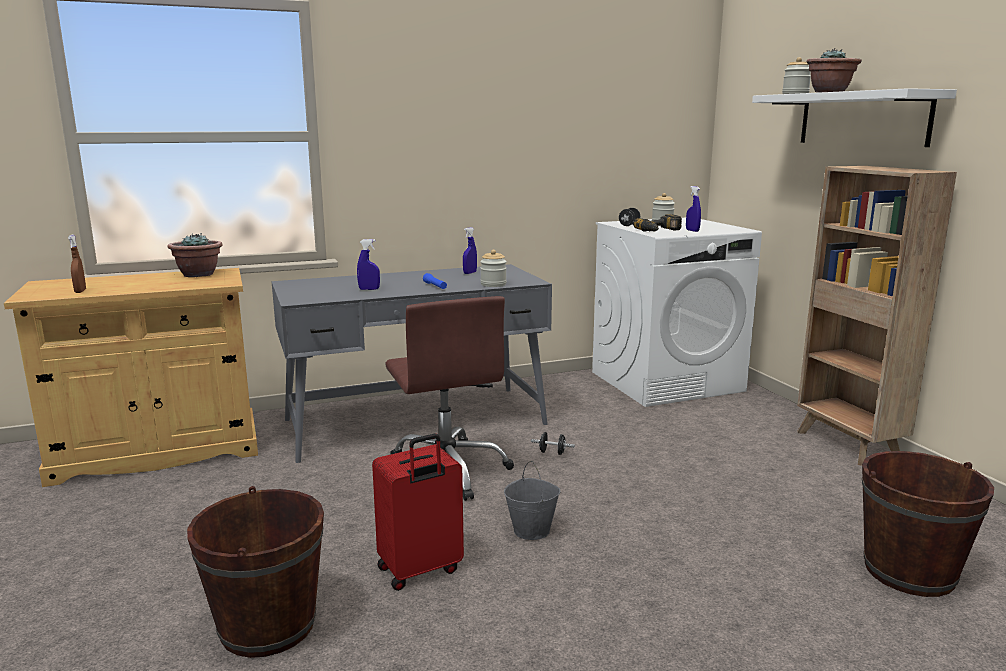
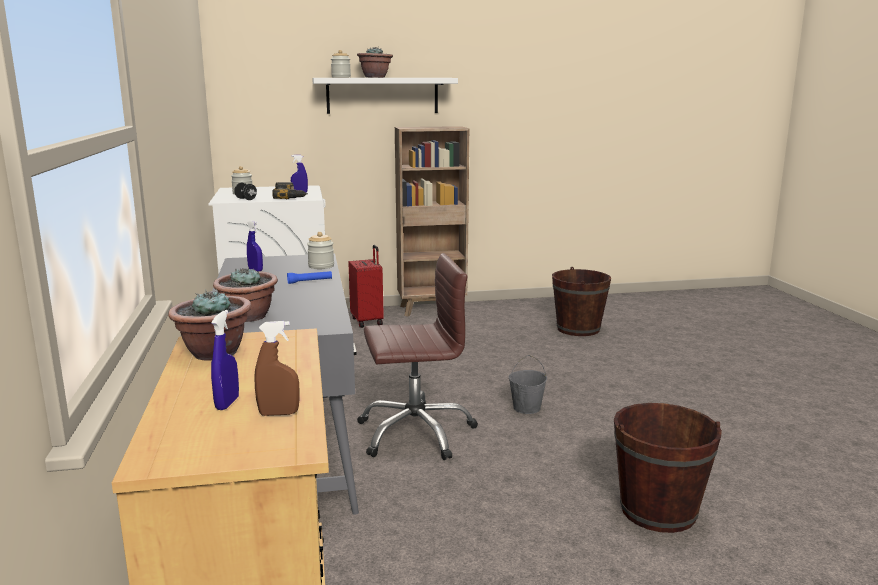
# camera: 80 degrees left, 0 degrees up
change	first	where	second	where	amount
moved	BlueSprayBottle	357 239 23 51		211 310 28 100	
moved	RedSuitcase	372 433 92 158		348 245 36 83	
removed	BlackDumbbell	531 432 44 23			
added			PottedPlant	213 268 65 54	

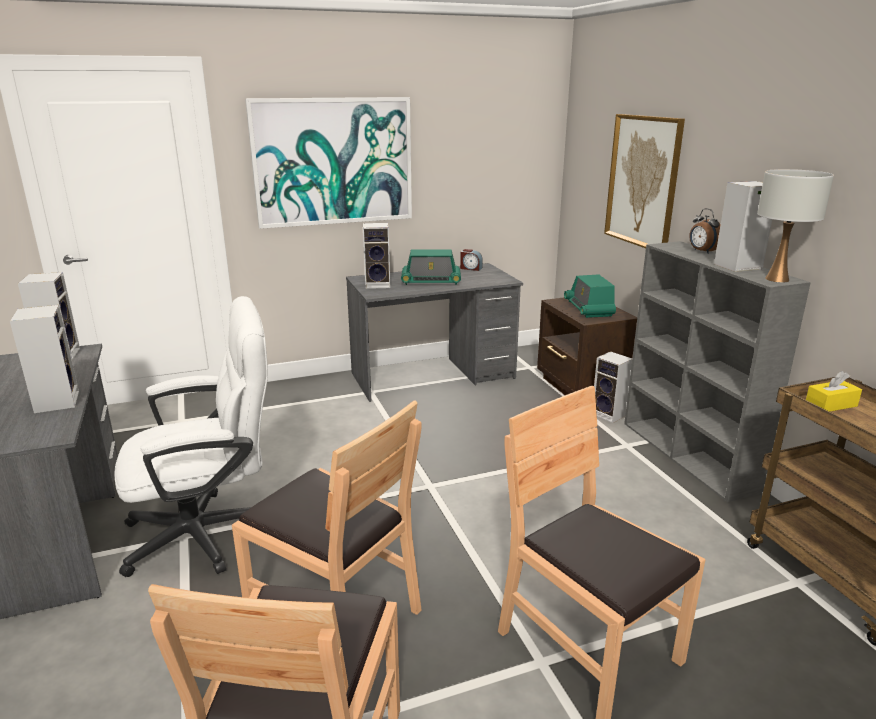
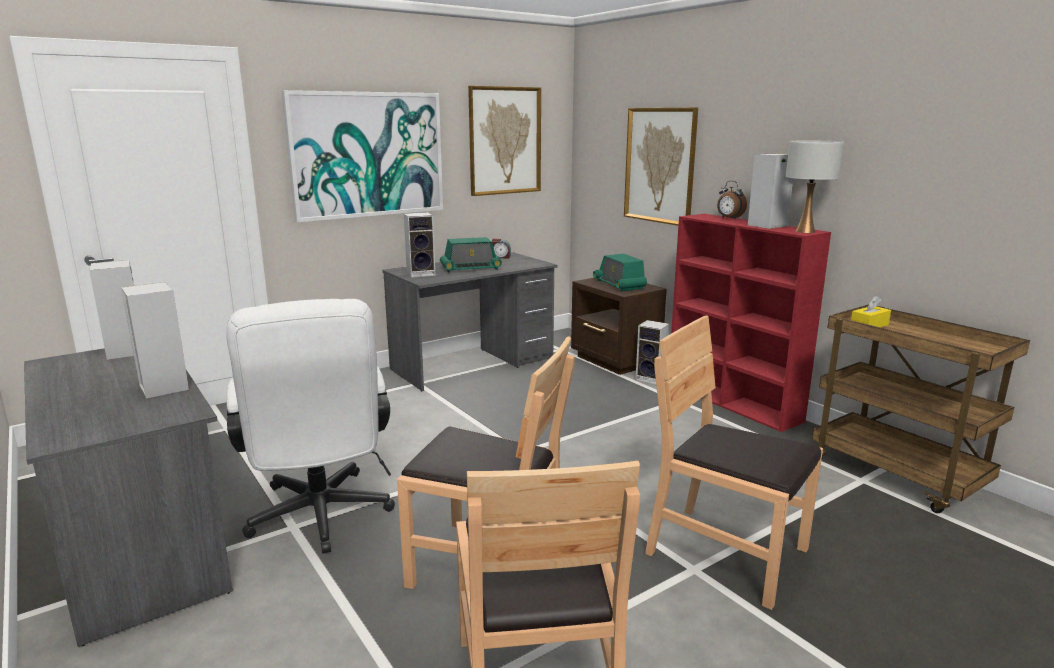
# camera: 15 degrees left, 5 degrees down
change	first	where	second	where	amount
turned	WhiteOfficeChair	115 296 153 281		226 299 169 254	105 degrees clockwise
recoloured	GreyBookcase	624 241 187 261	RedBookcase	671 214 160 218	
added			Picture	468 86 73 110	

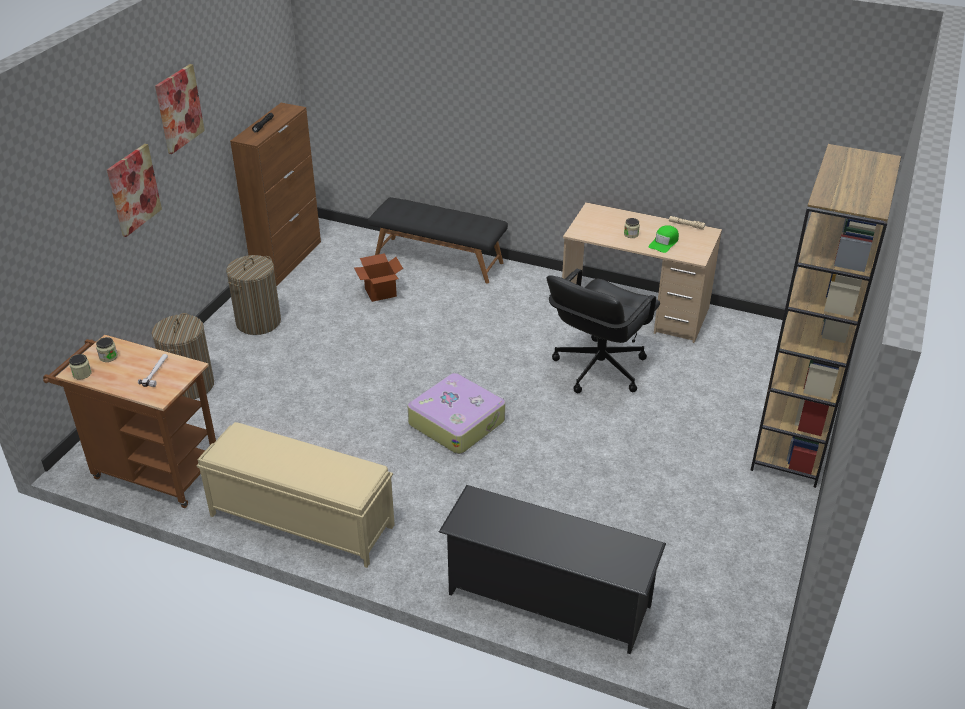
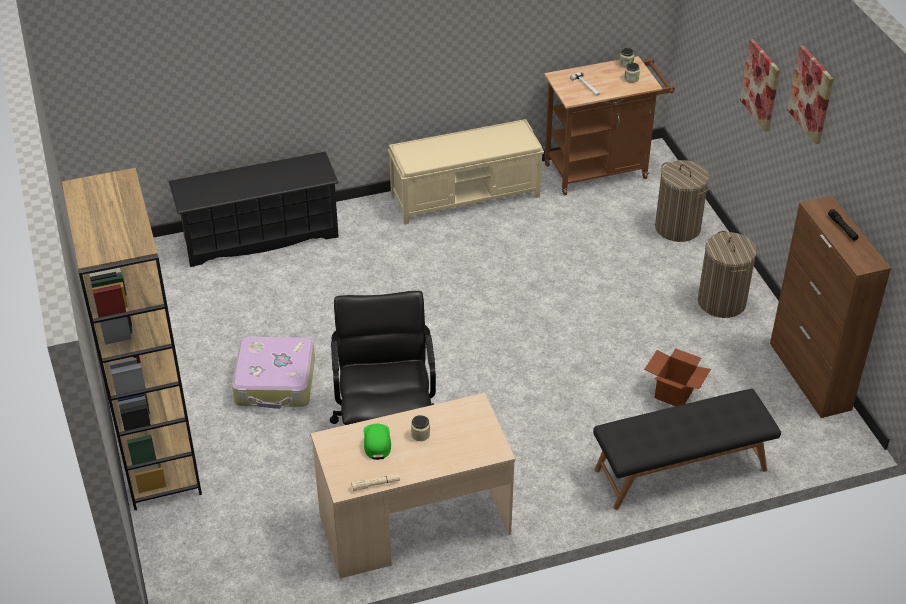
# camera: 140 degrees right, 5 degrees up
change	first	where	second	where	amount
moved	Suitcase	408 373 97 81		232 337 83 72	

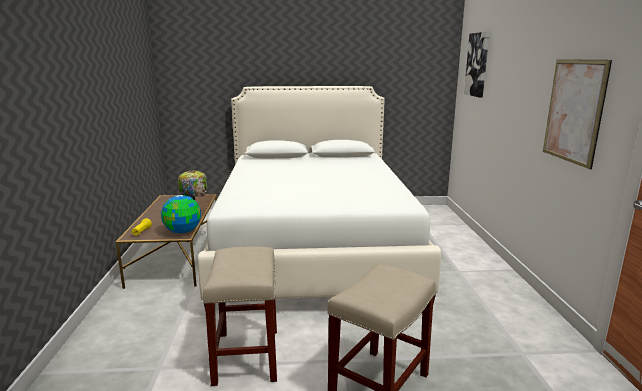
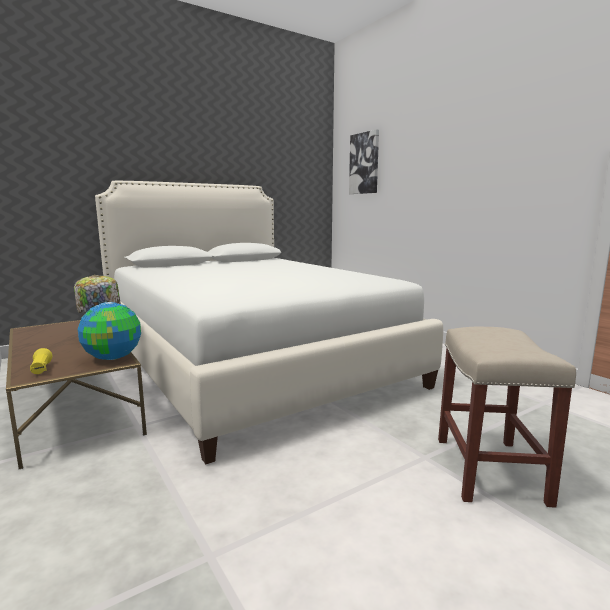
# camera: 30 degrees left, 5 degrees down
change	first	where	second	where	amount
removed	BeigeStool	203 246 74 140			
removed	Picture	543 59 69 111			

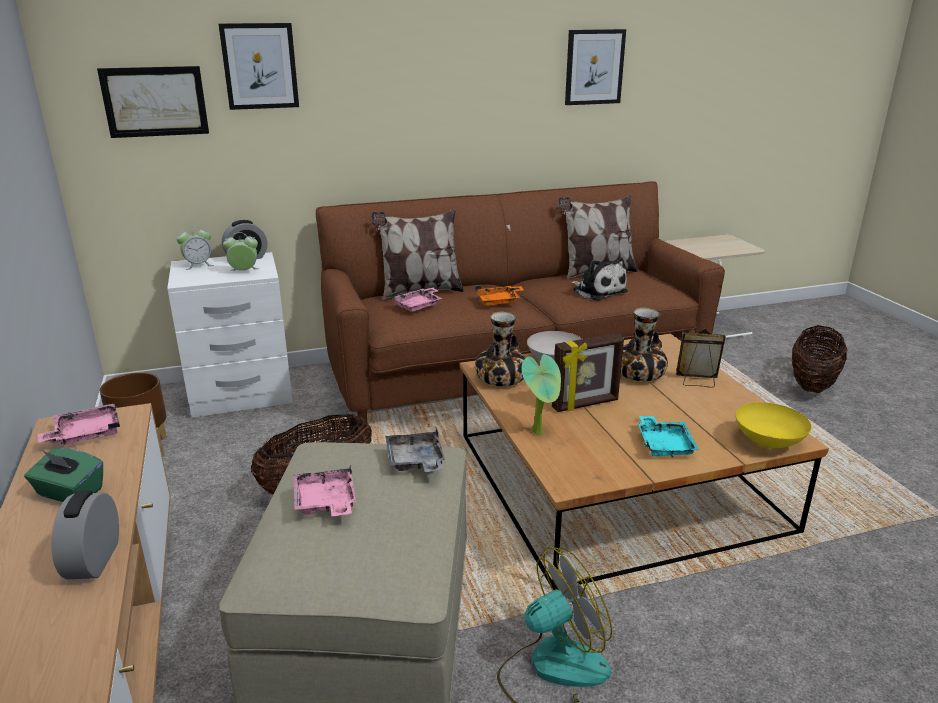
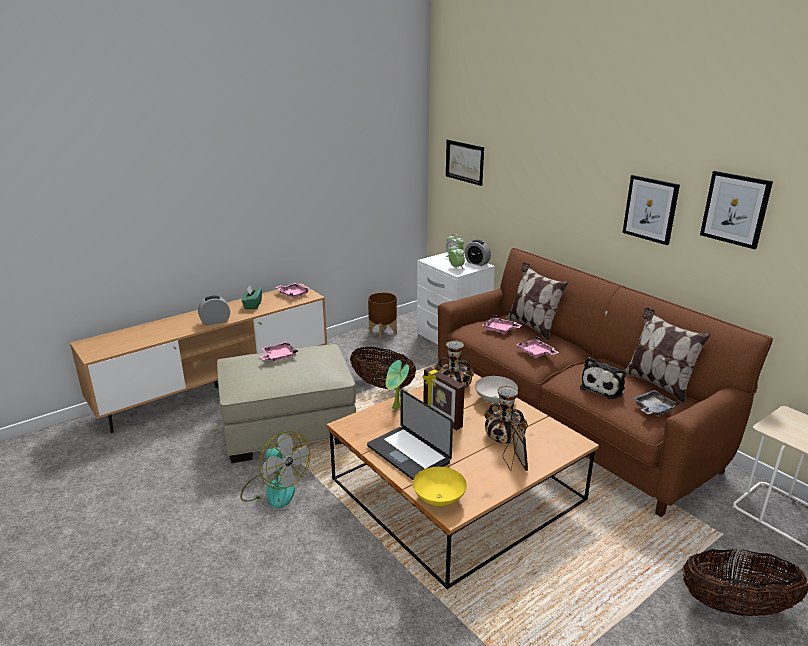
# camera: 70 degrees right, 0 degrees up
change	first	where	second	where	amount
moved	Picture	219 23 80 87		622 175 58 70	
moved	GreyTray	385 428 60 44		633 390 47 26	
recoloured	OrangeTray	475 285 49 21	PinkTray	516 336 43 22	
replaced	TurquoiseTray	638 416 61 41	Laptop	367 389 86 91	

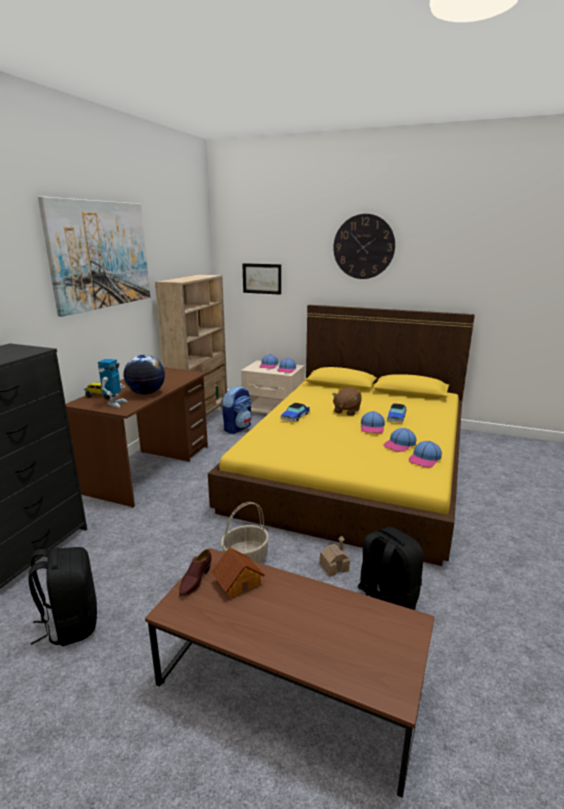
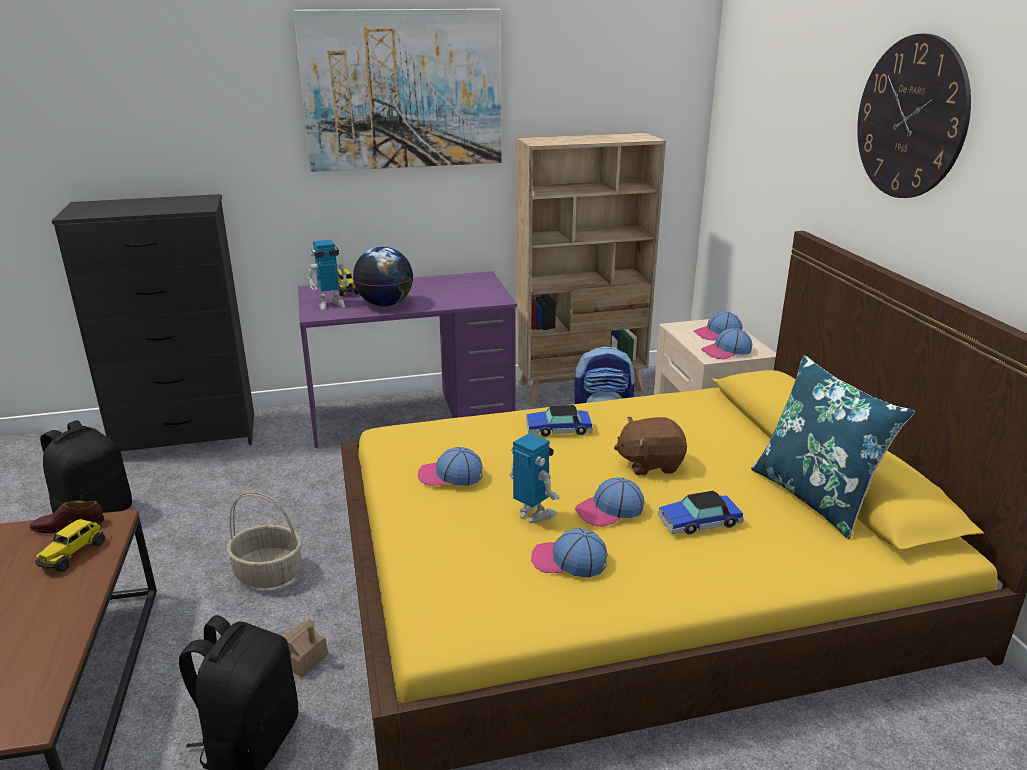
# camera: 55 degrees right, 5 degrees up
change	first	where	second	where	amount
recoloured	BrownDesk	66 367 142 141	PurpleDesk	298 271 219 177	
replaced	ToyHouse	211 547 54 52	ToyTruck	35 519 70 53	
removed	Picture	242 263 39 32			
moved	Cap	409 441 33 27		418 447 65 39	
added			ToyRobot	509 433 51 90	
added			BluePillow	751 355 164 184	

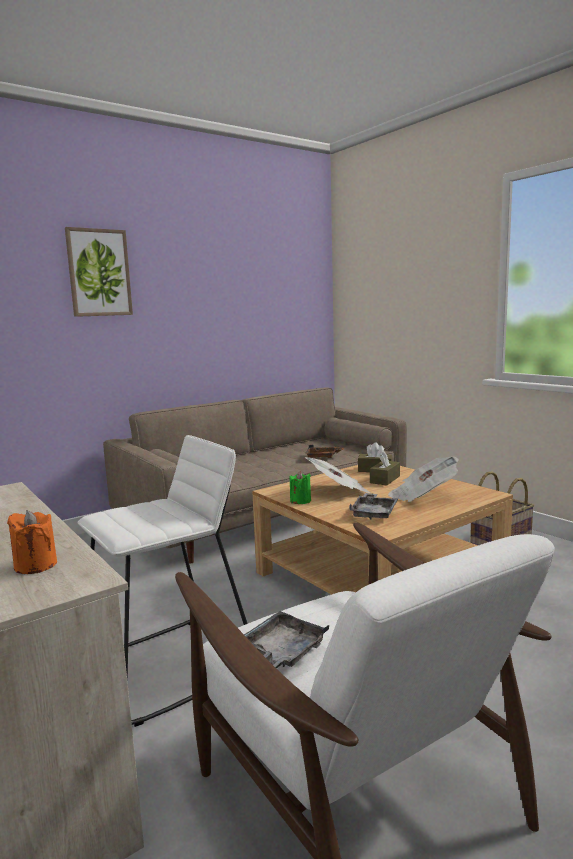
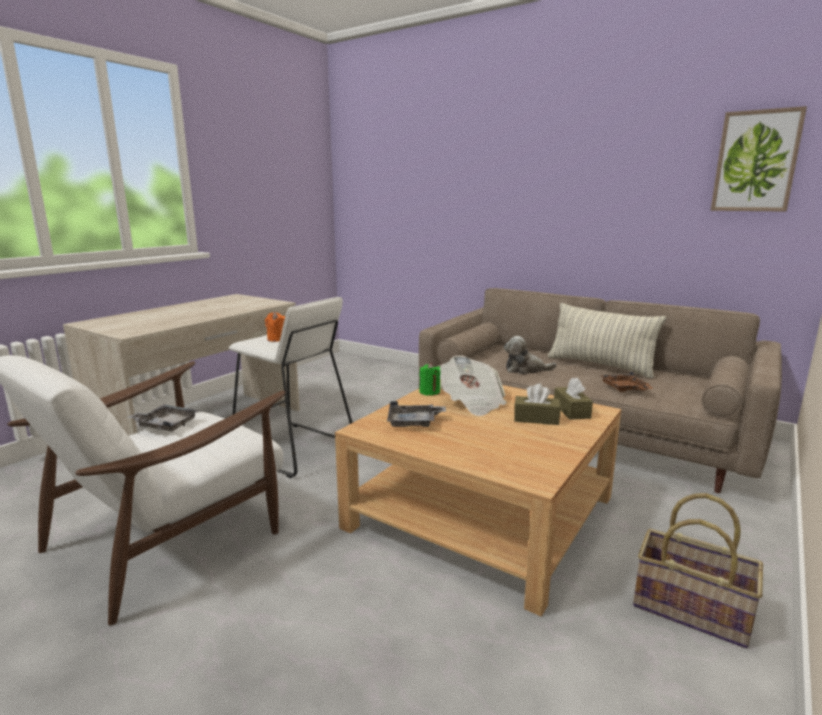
# camera: 70 degrees right, 5 degrees up
change	first	where	second	where	amount
moved	OrangeCandle	7 510 50 64		265 312 20 30	
moved	Picture	65 227 68 90		711 106 96 106	
removed	Newspaper	388 456 71 46			
added			PlushToy	504 336 53 38	
added			Pillow	548 303 118 75	

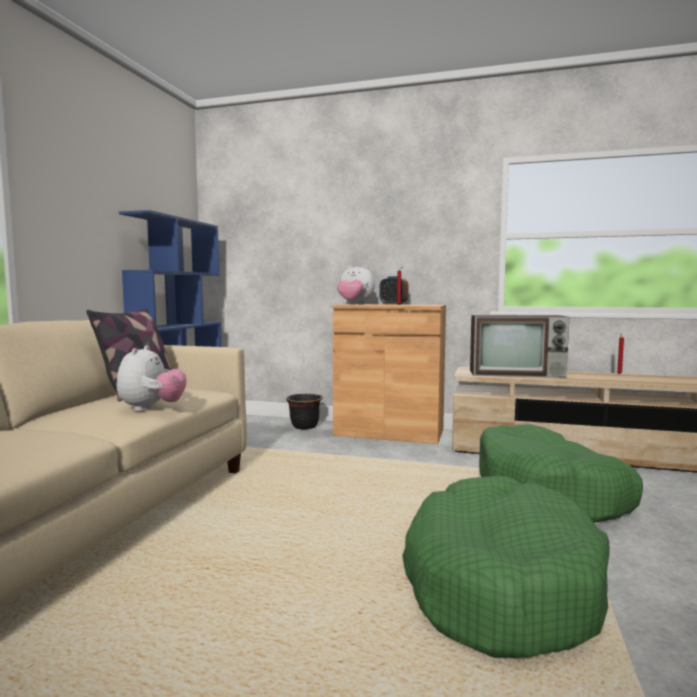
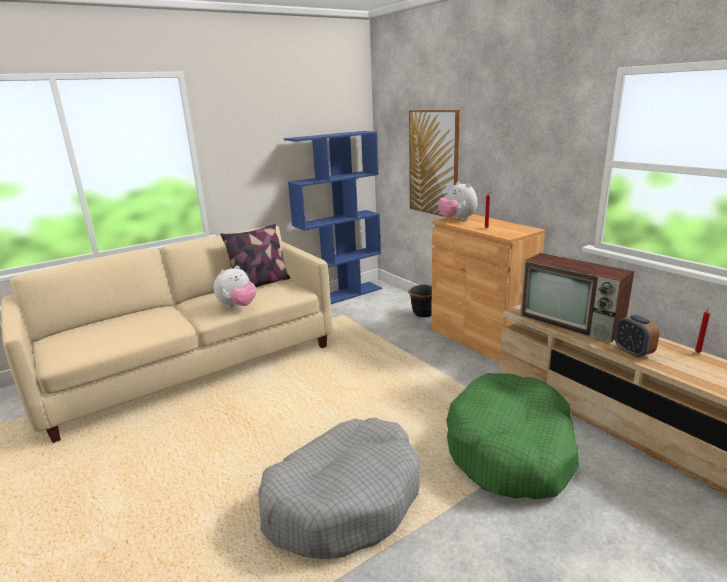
# camera: 40 degrees right, 15 degrees up
change	first	where	second	where	amount
moved	AlarmClock	379 276 30 29		615 315 45 43	
recoloured	GreenDogBed	402 476 208 182	GreyDogBed	258 417 162 142	
added			Picture	409 110 51 107	

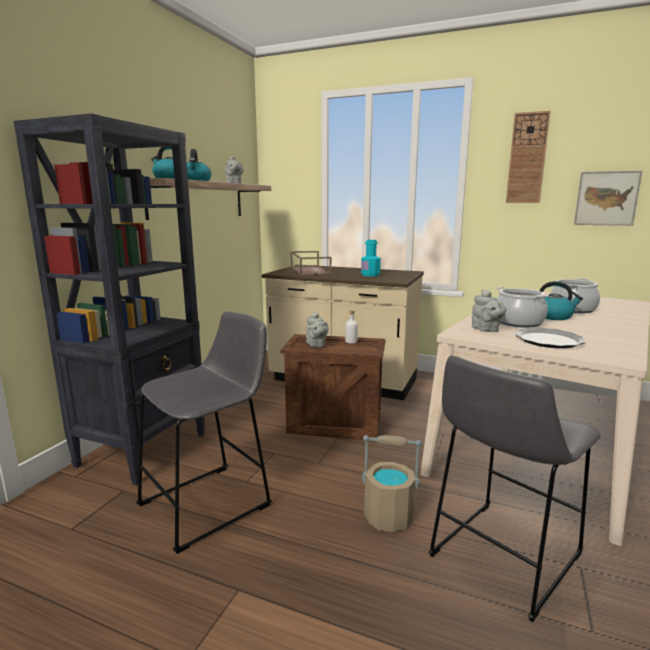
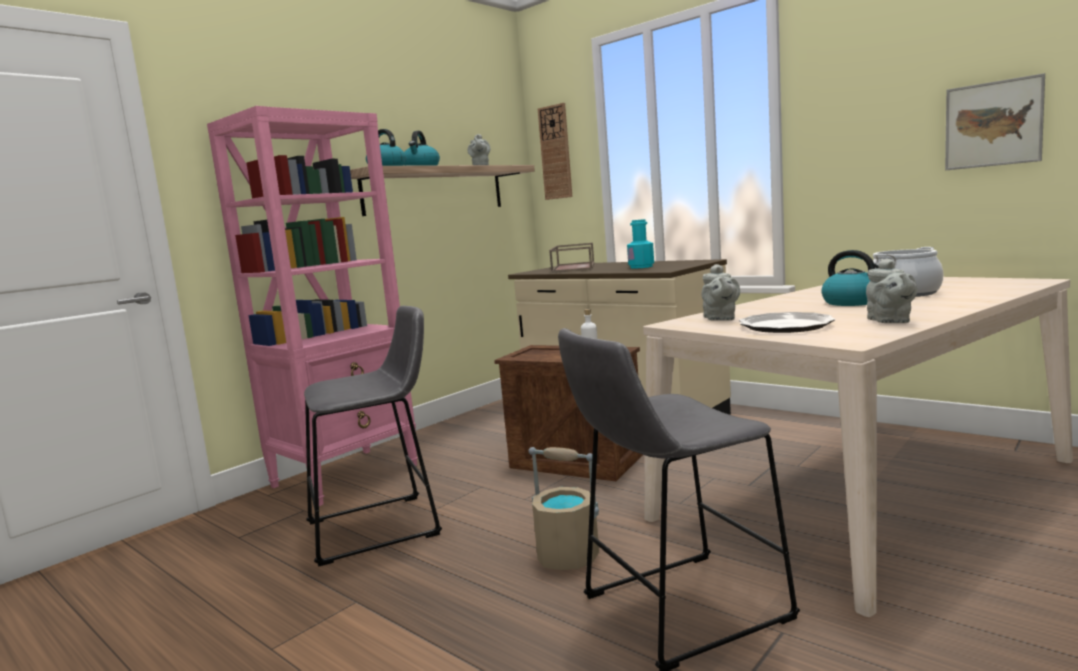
# camera: 20 degrees right, 5 degrees down
change	first	where	second	where	amount
recoloured	BlackBookcase	14 113 191 372	PinkBookcase	207 106 211 400	
moved	GreyTeapot	306 312 23 35		866 258 51 65	
removed	CookingPot	497 287 52 41			
moved	WallClock	506 111 45 92		538 103 34 97	

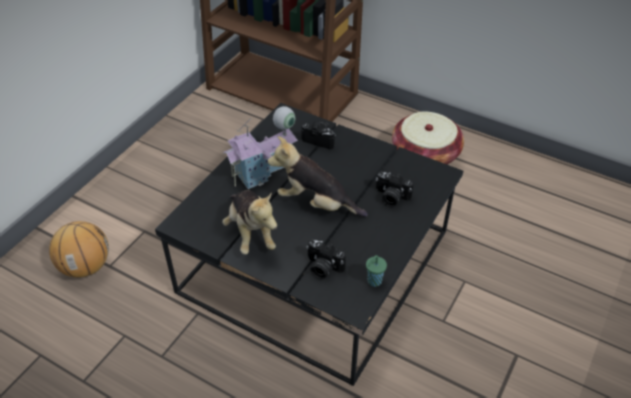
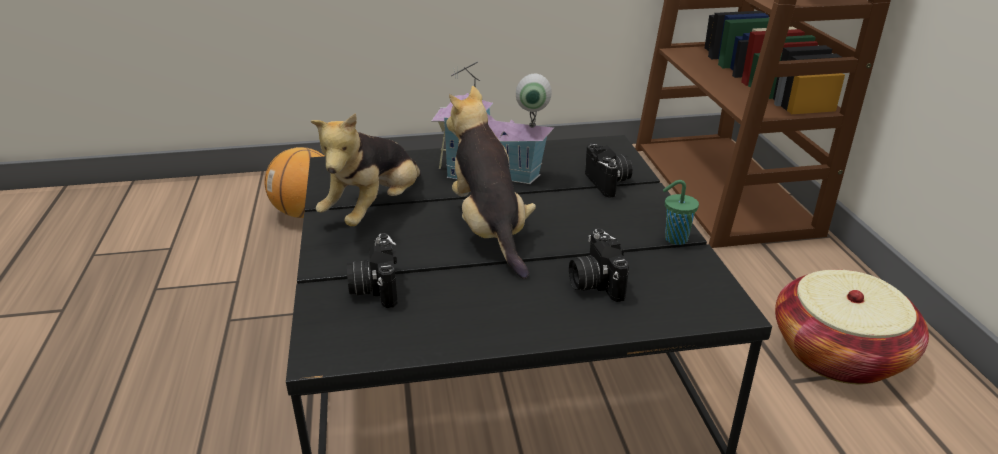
# camera: 50 degrees right, 15 degrees down
change	first	where	second	where	amount
moved	GreenCup	366 255 21 32		663 180 36 65	

